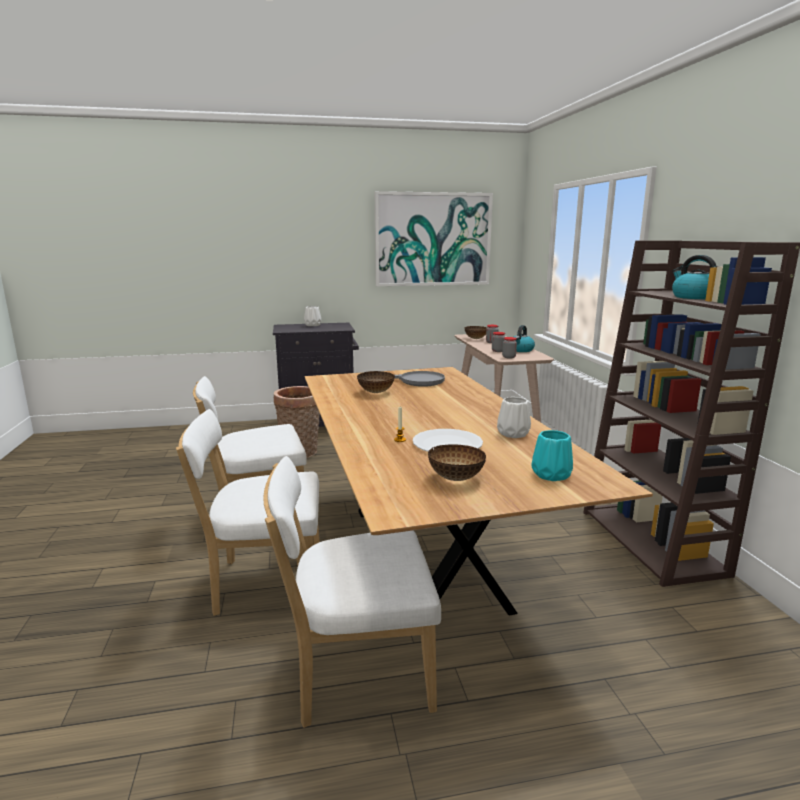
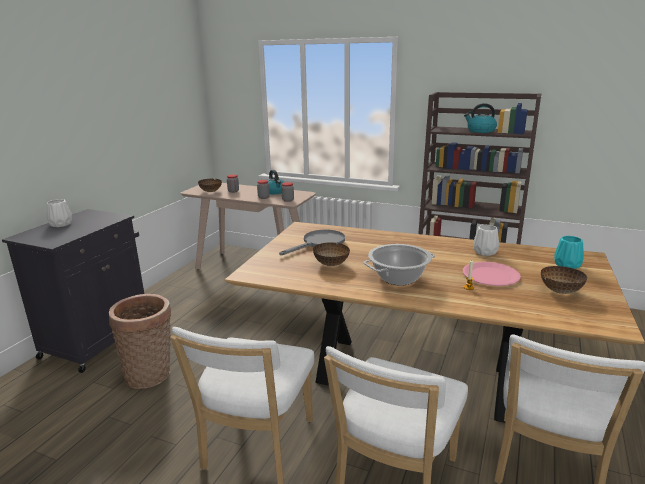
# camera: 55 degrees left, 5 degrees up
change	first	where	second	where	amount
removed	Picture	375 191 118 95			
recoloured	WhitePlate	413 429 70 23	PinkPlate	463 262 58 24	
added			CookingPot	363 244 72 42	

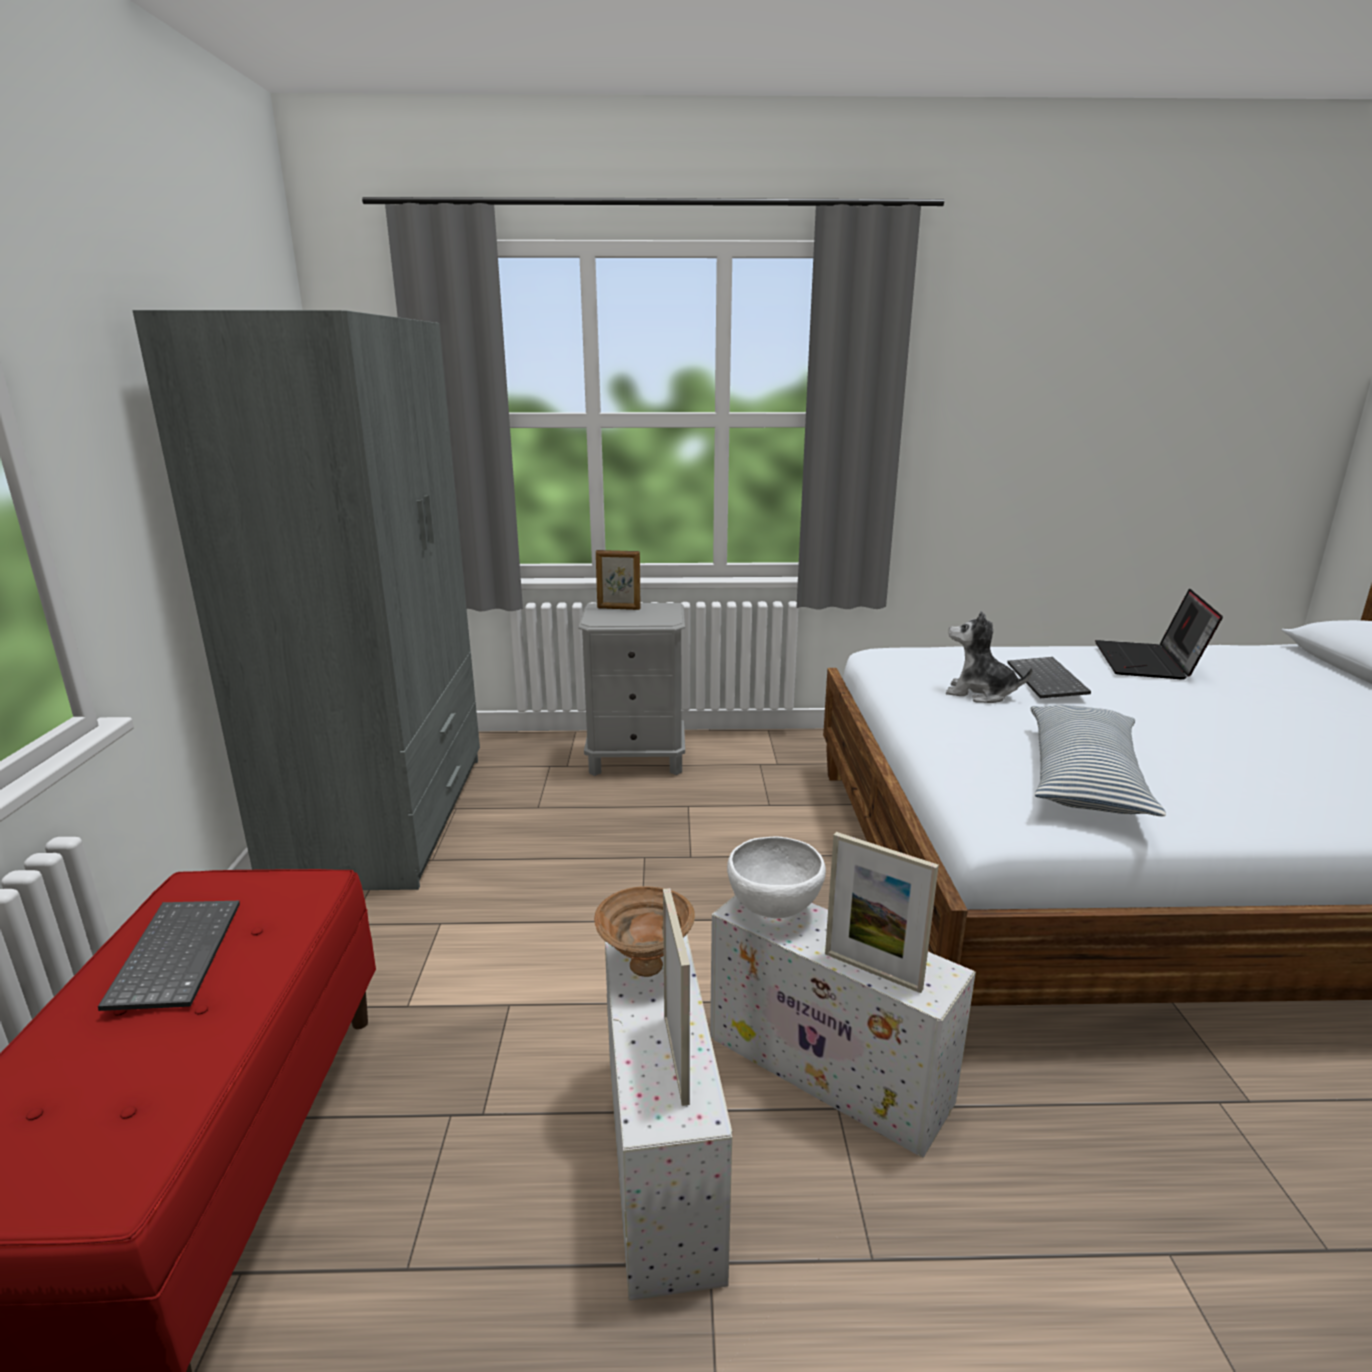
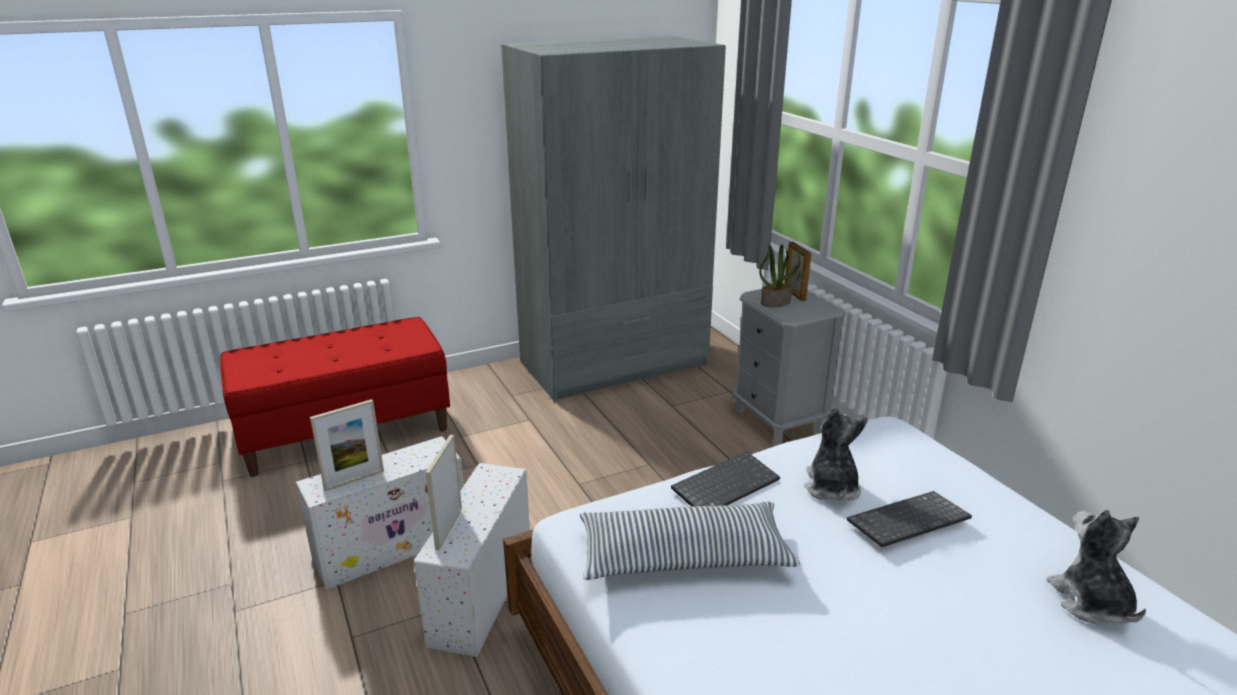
# camera: 65 degrees right, 5 degrees up
change	first	where	second	where	amount
moved	Keyboard	98 901 142 110		671 451 109 56	
removed	BrownBowl	594 886 101 91			
removed	WhiteBowl	727 836 99 82			
replaced	Laptop	1095 589 128 91	PlushToy	1046 510 100 114	
added			PottedPlant	759 244 41 63	

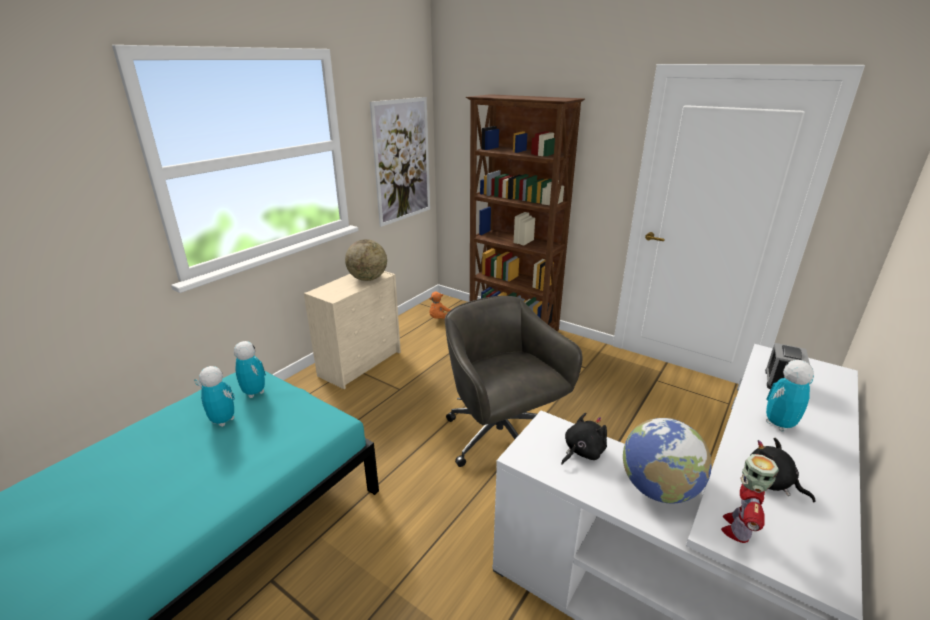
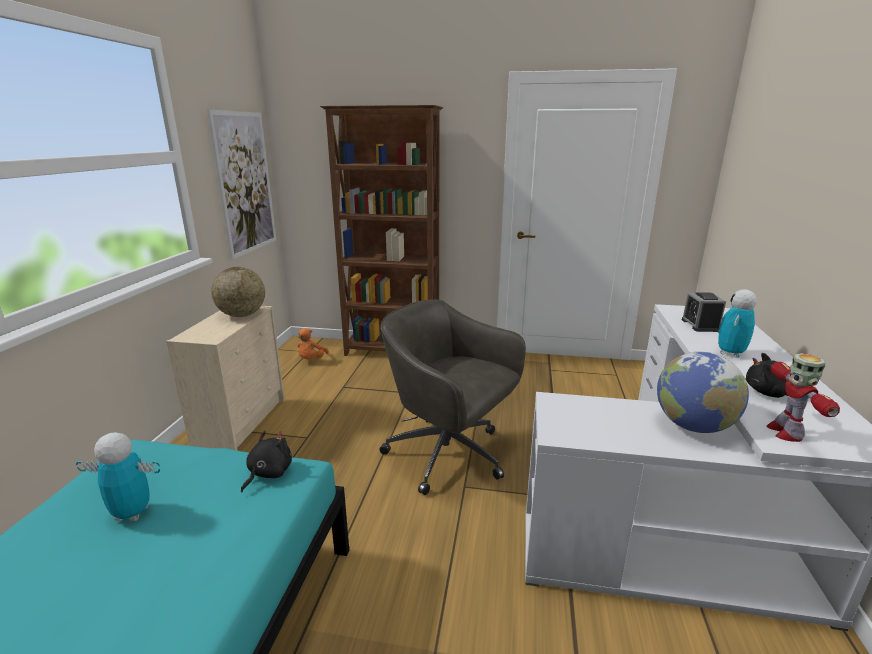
# camera: 25 degrees left, 5 degrees down
change	first	where	second	where	amount
removed	ToyRobot	234 341 32 57			
moved	BlackPlushToy	561 413 46 52		241 431 51 61	

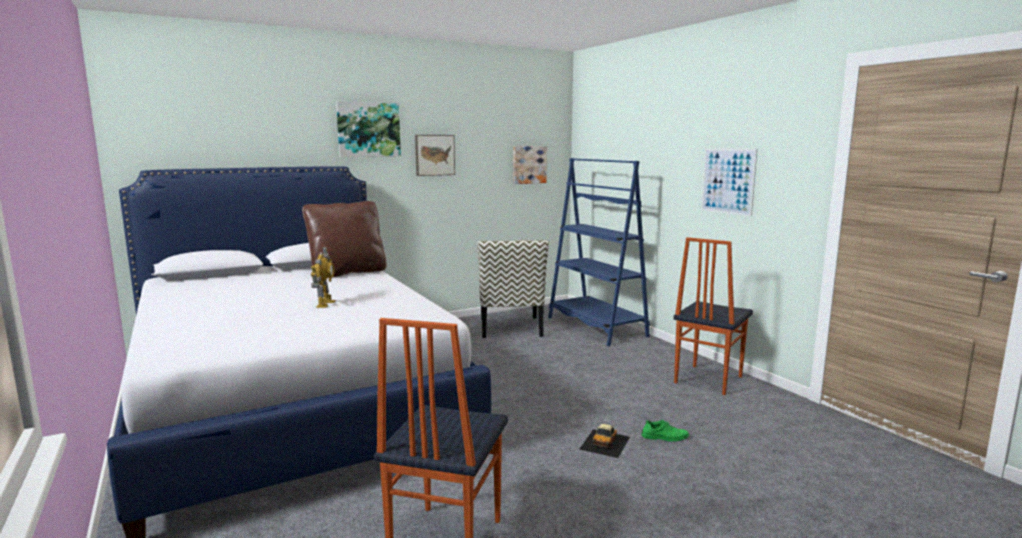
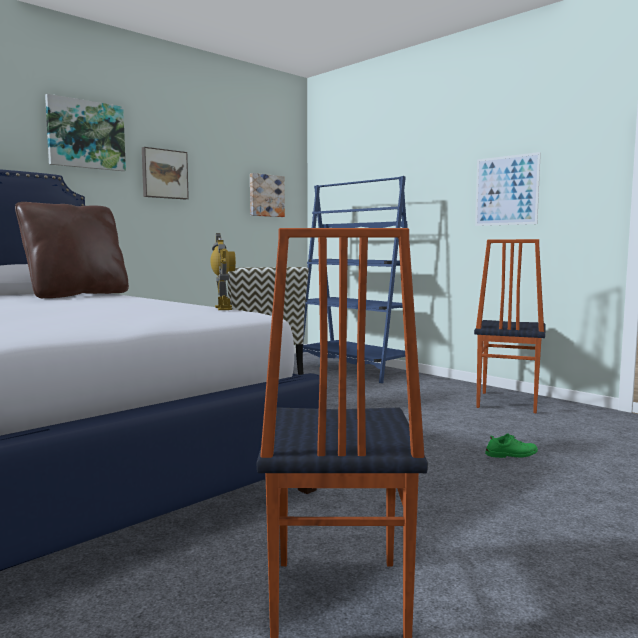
# camera: 15 degrees left, 5 degrees down
change	first	where	second	where	amount
moved	ToyRobot	311 247 24 61		210 233 26 77	
removed	ToyCar	580 424 50 34			

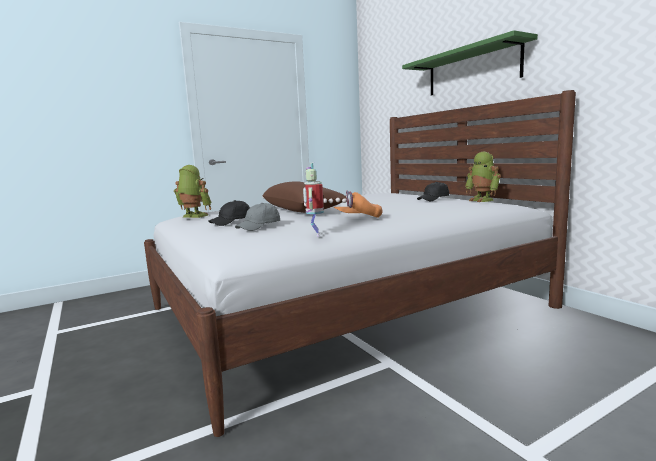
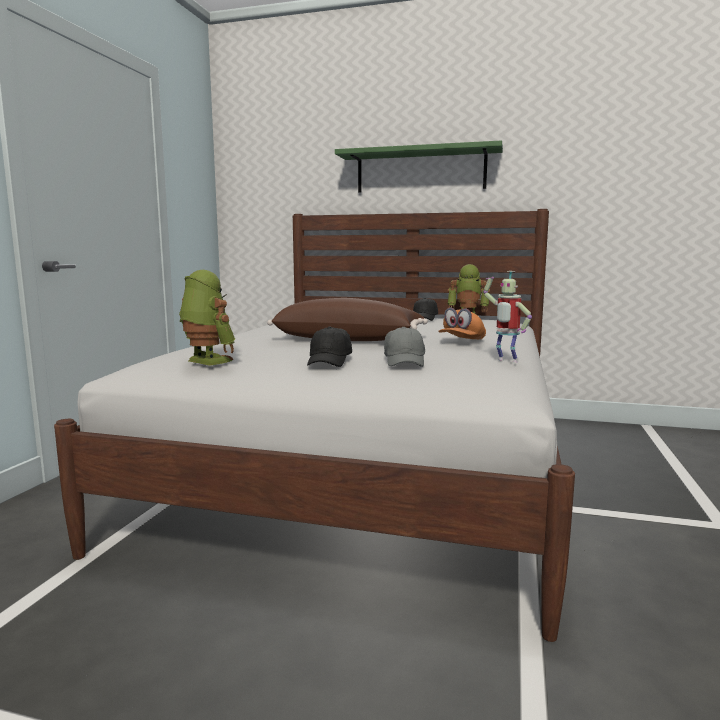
# camera: 45 degrees left, 0 degrees up
change	first	where	second	where	amount
turned	ToyRobot	174 165 38 53		179 270 56 96	60 degrees clockwise

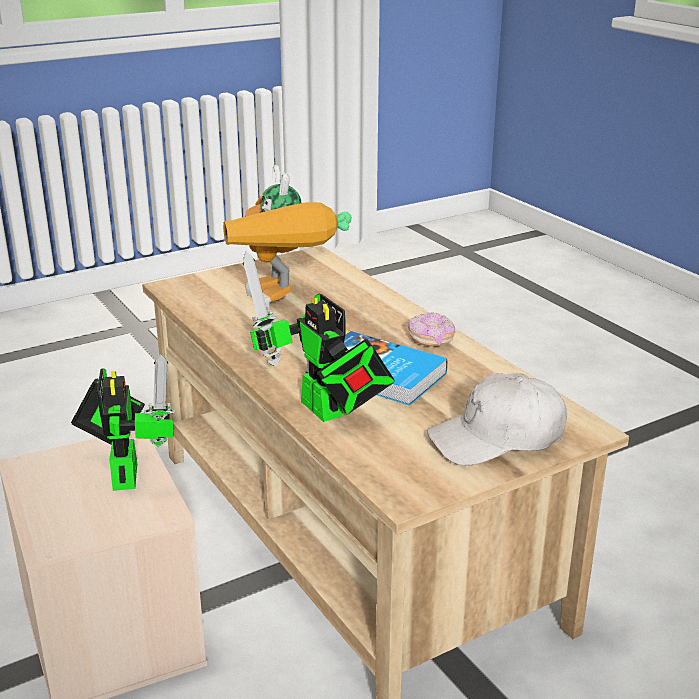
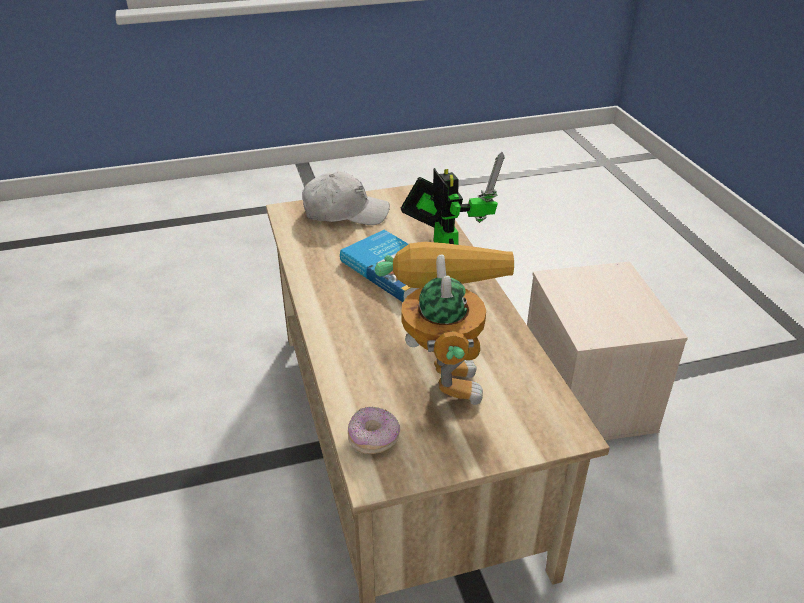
# camera: 165 degrees left, 10 degrees up
change	first	where	second	where	amount
removed	ToyRobot	71 354 104 137			
moved	Donut	408 312 47 35		348 406 52 48	

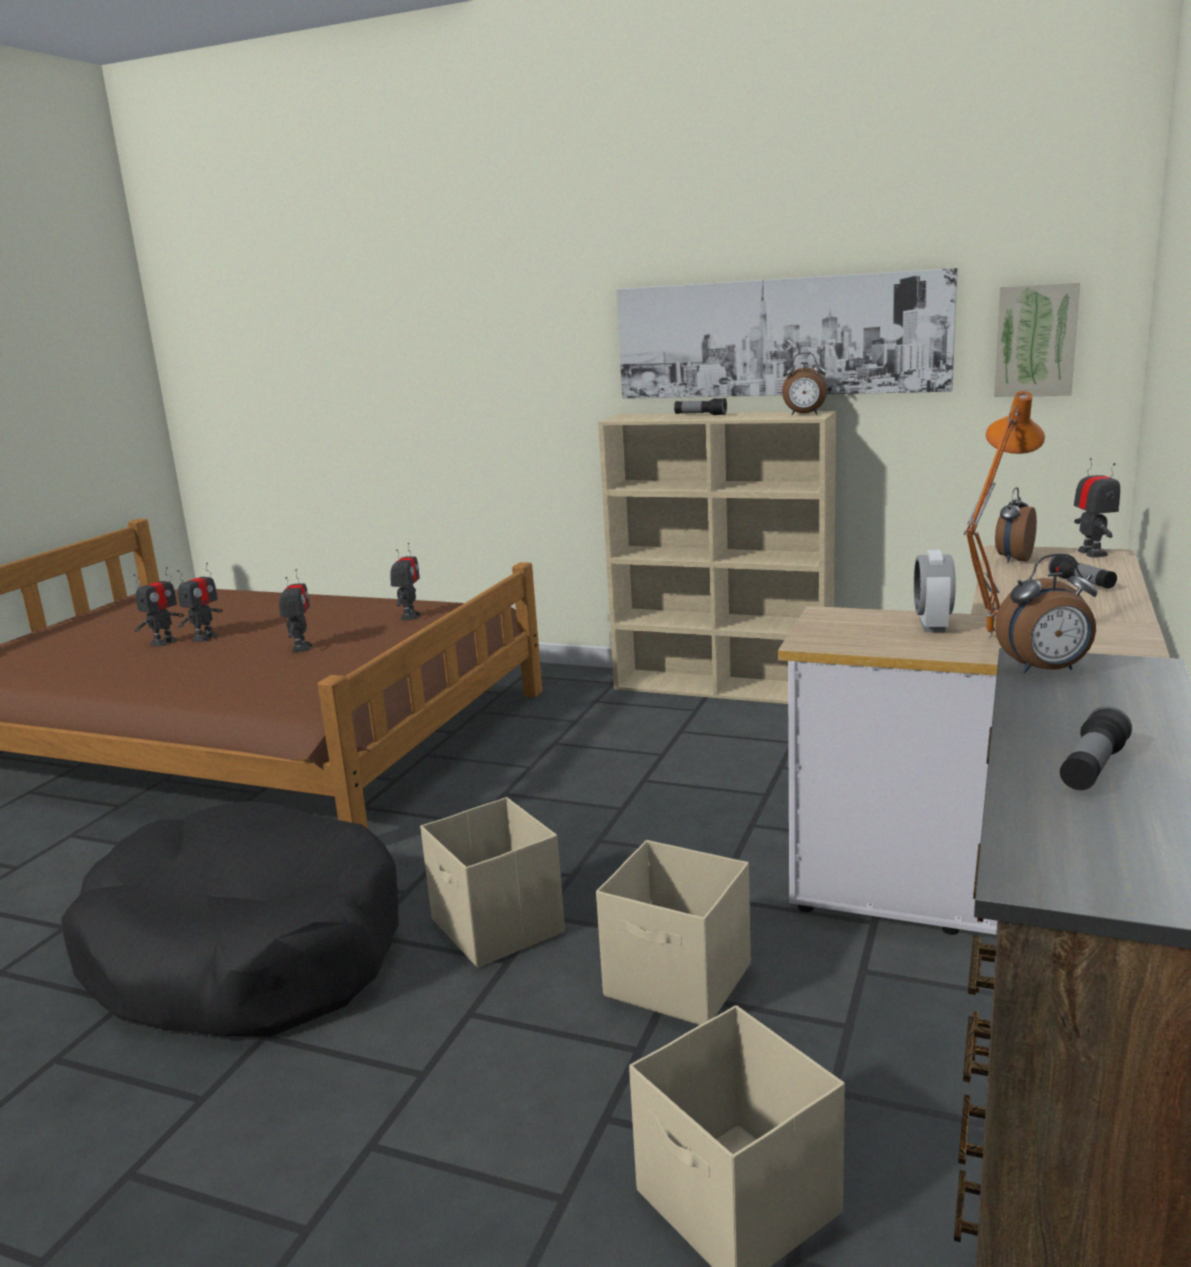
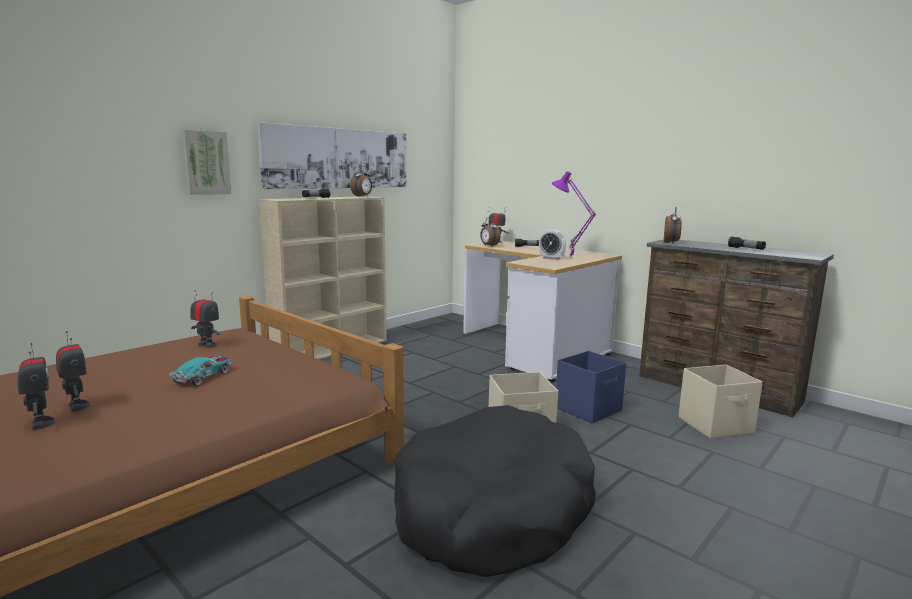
# camera: 70 degrees left, 5 degrees down
change	first	where	second	where	amount
replaced	ToyRobot	279 569 34 83	ToyCar	169 356 62 30	
recoloured	BeigeStorageBox	596 840 155 185	BlueStorageBox	556 351 70 72	
recoloured	OrangeTableLamp	964 391 81 248	PurpleTableLamp	552 171 44 87	
moved	Picture	994 282 86 115		182 129 49 66	

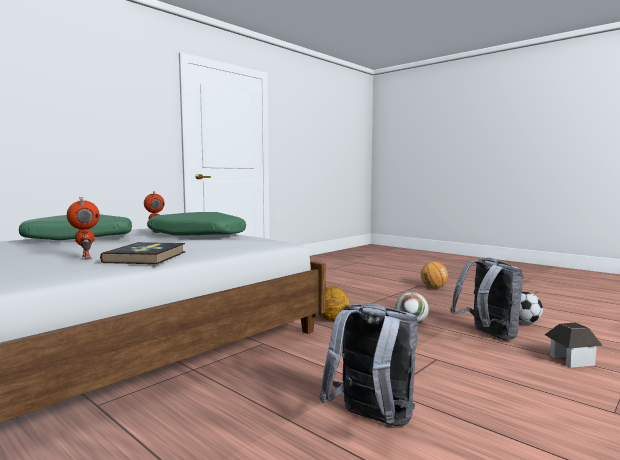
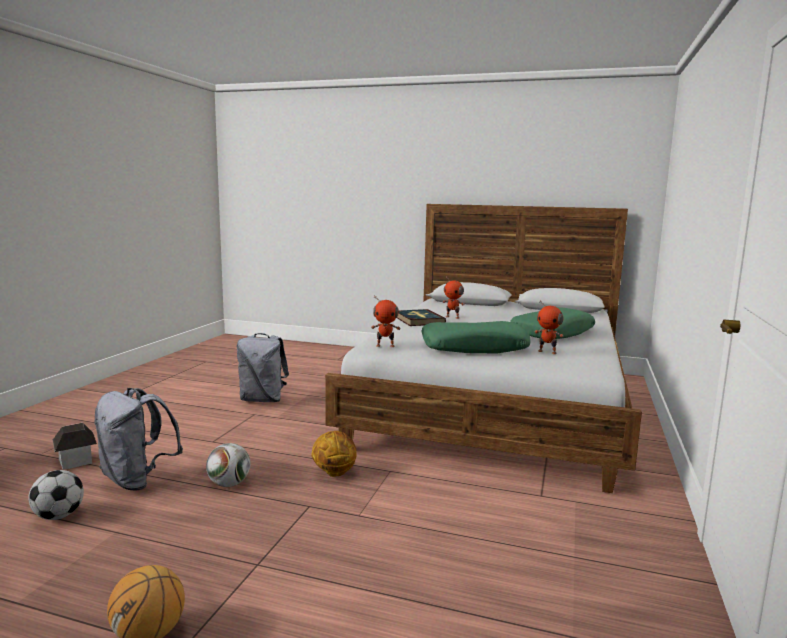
# camera: 155 degrees right, 5 degrees up
change	first	where	second	where	amount
added			ToyRobot	371 296 30 51	

